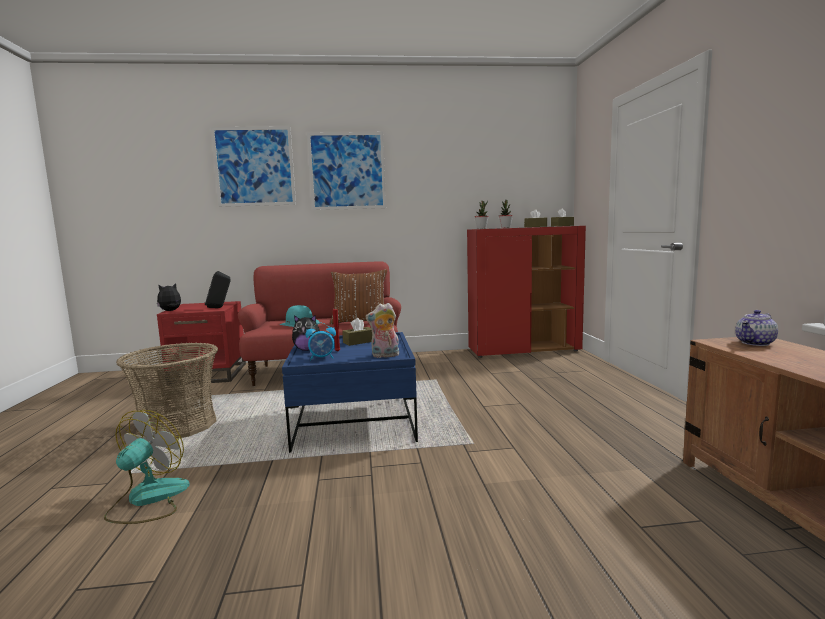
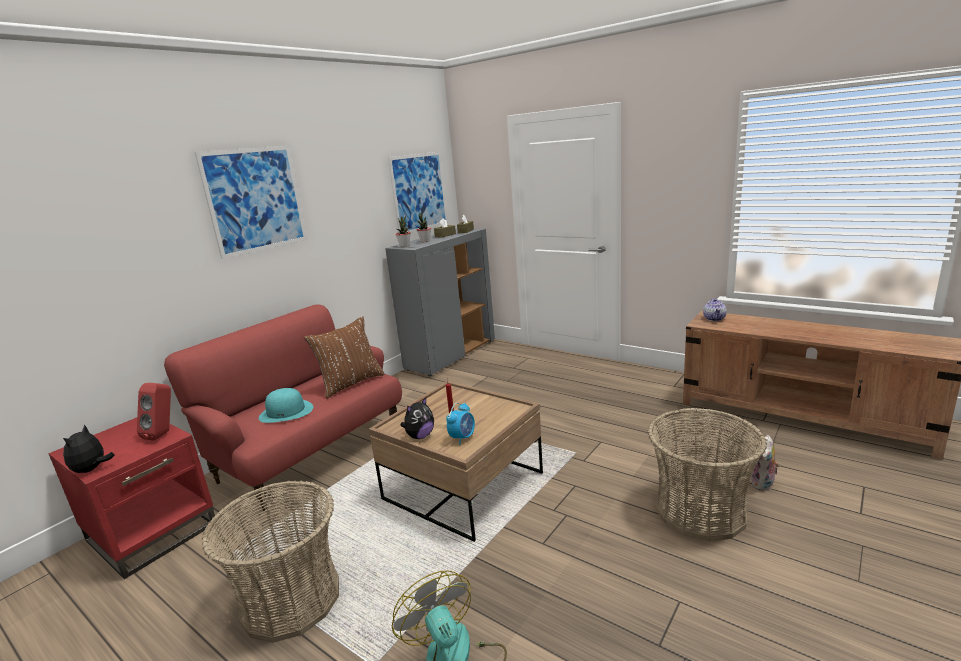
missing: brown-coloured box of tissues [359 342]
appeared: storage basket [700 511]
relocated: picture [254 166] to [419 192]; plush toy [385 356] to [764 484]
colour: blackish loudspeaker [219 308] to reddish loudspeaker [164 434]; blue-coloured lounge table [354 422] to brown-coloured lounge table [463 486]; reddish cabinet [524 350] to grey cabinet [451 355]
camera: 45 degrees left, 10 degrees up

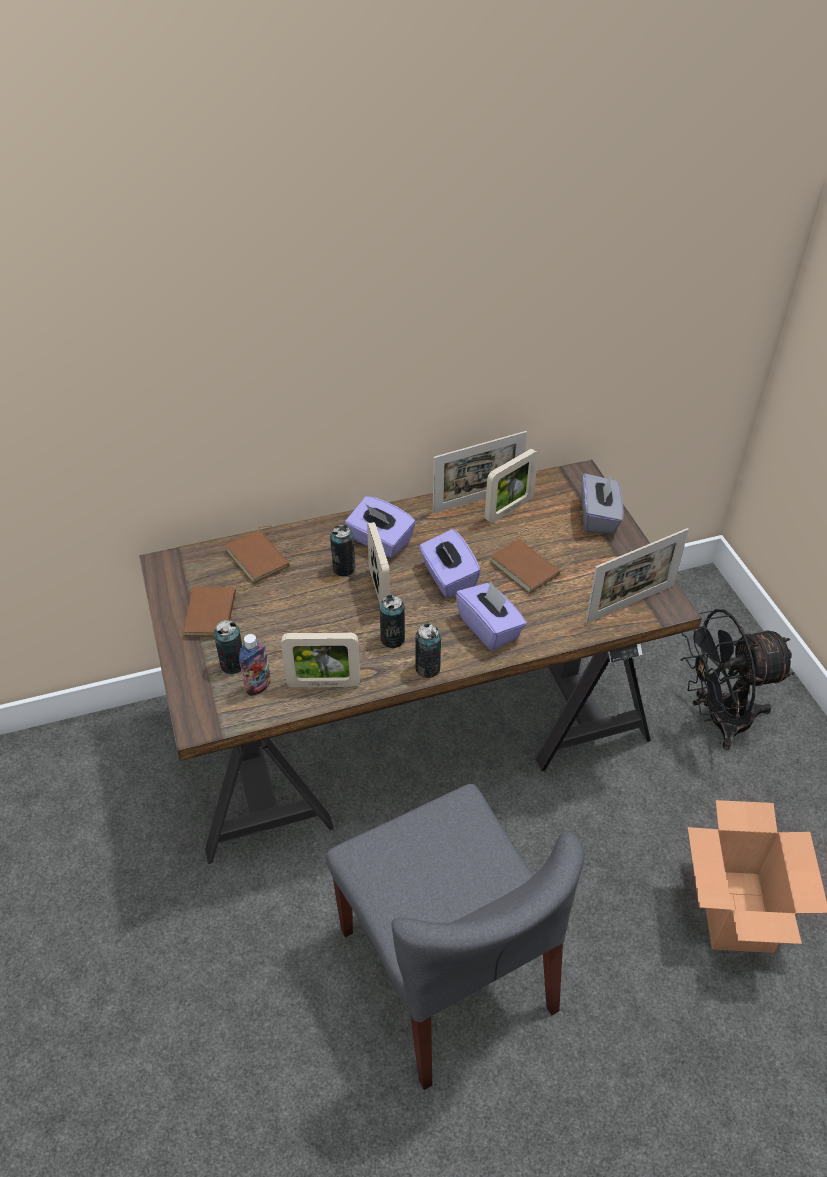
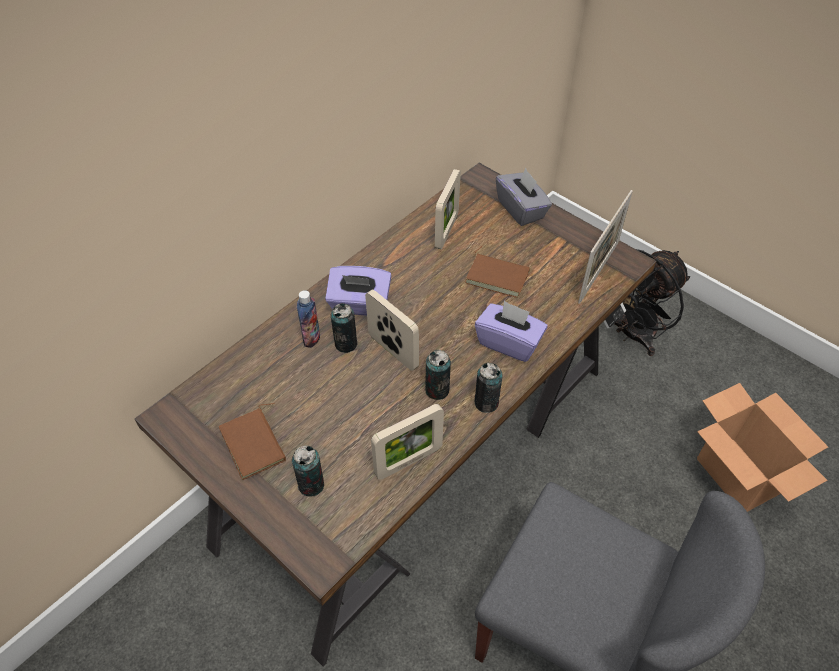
missing: brown-coloured book [259 558]; purplish box of tissues [448 578]; photo frame [477 500]
relocated: bottle [258 686] to [311 338]
camera: 30 degrees left, 5 degrees up

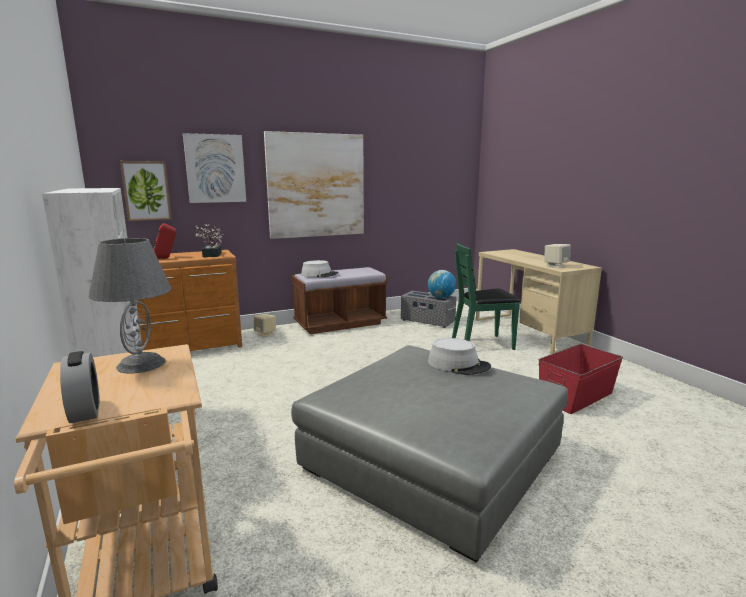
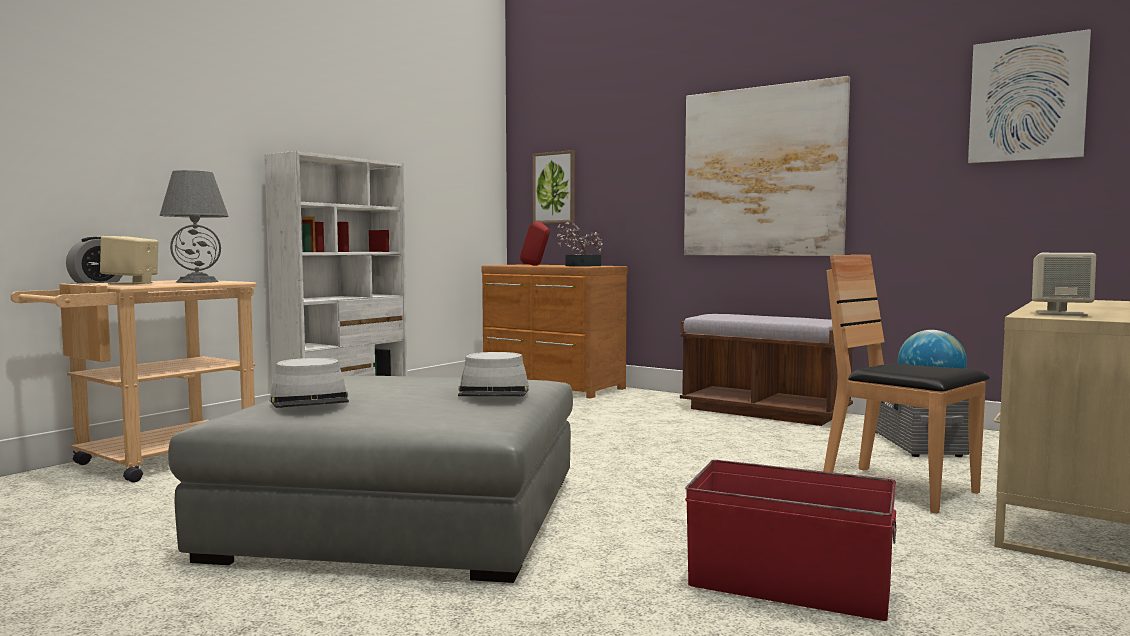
relocated: picture [215 168] to [1027 100]; beige-coloured loudspeaker [265 334] to [131 283]; grey clothing hat [319 274] to [310 401]
colour: green plain chair [482 344] to brown-coloured plain chair [899 489]
camera: 60 degrees right, 10 degrees down

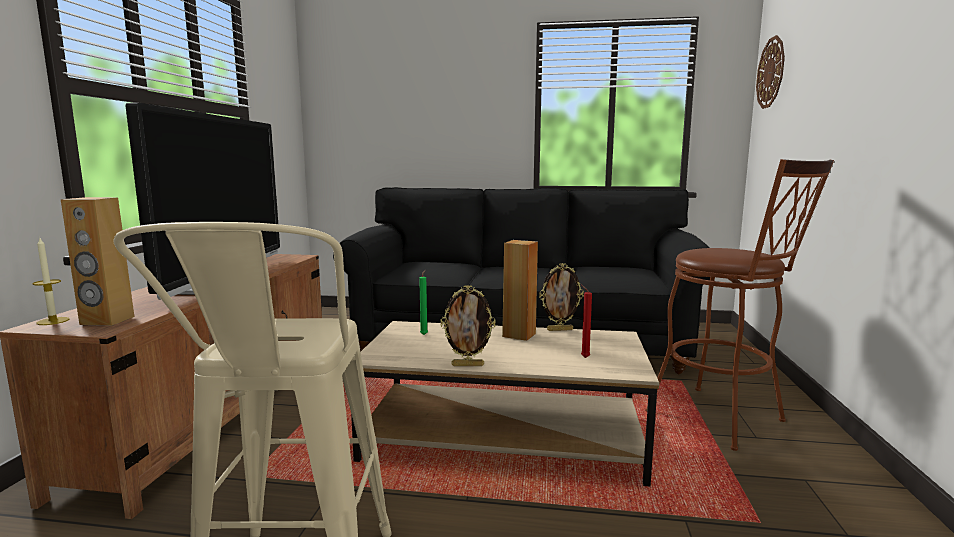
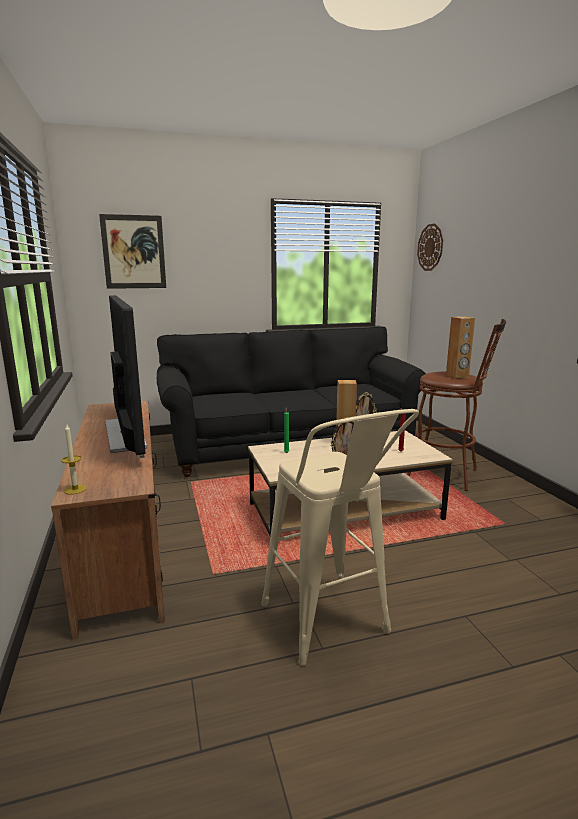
appeared: picture [134 252]
relocated: brown-coloured loudspeaker [107 320] to [457 376]
camera: 25 degrees left, 5 degrees up

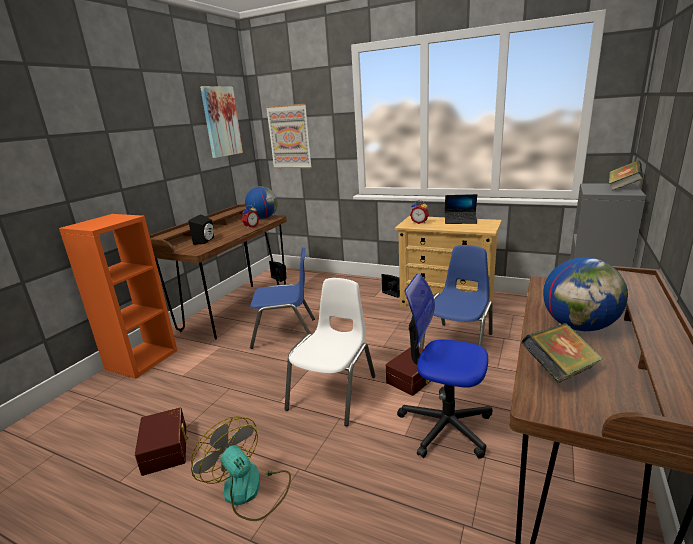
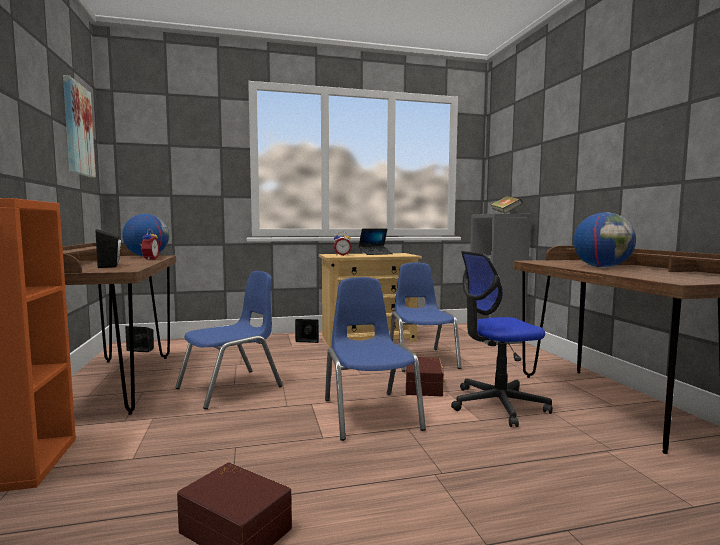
missing: cooling fan [249 491]; picture [289 137]; book [559 371]
colour: white-coloured plain chair [334 392] to blue-coloured plain chair [370 414]
camera: 40 degrees left, 15 degrees down

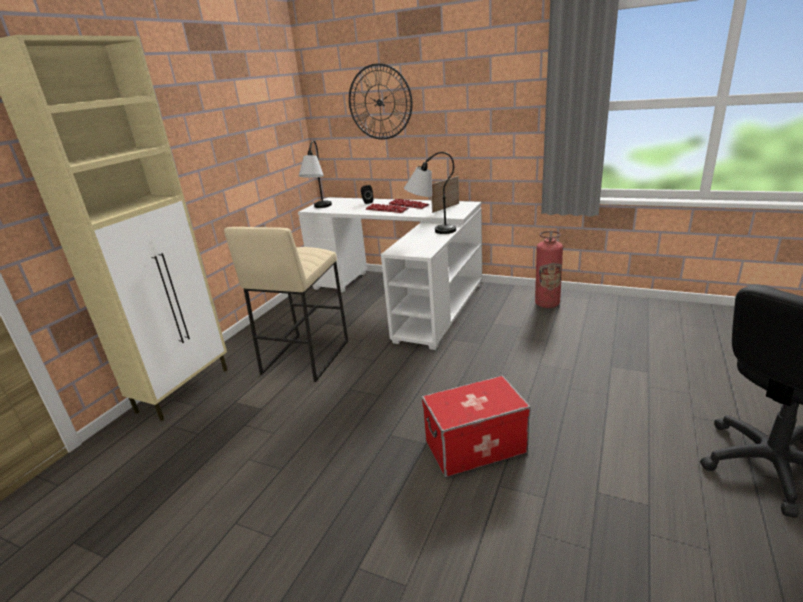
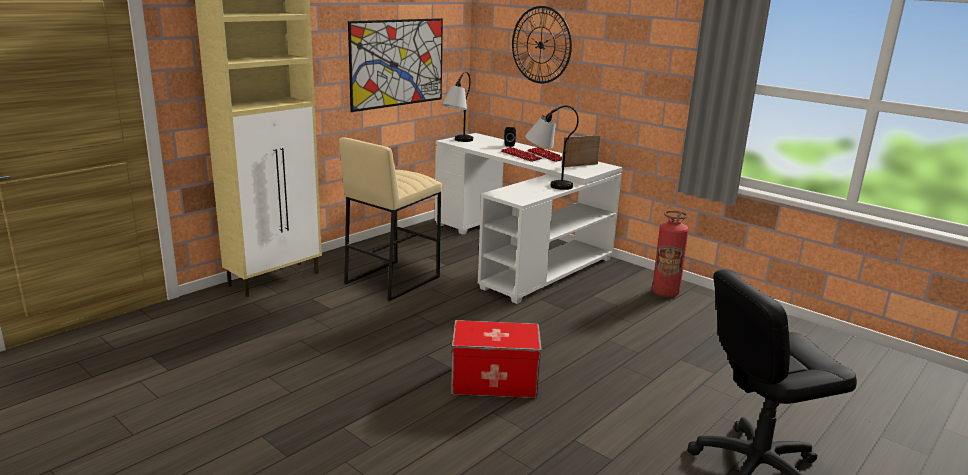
appeared: picture [397 63]
camera: 15 degrees right, 5 degrees down

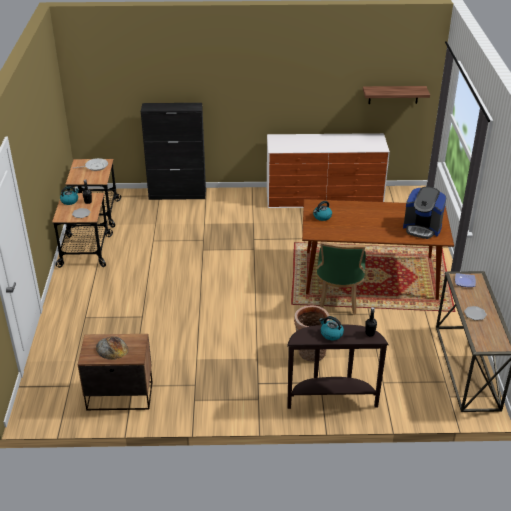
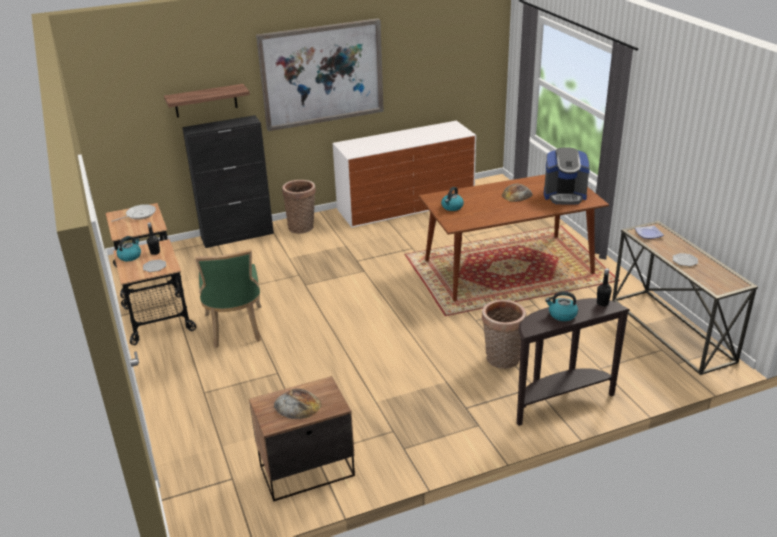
appeared: picture [322 74]; storage basket [302 227]; bread [517 194]
relocated: green plain chair [338 298] to [235 328]; wall shelf [393 94] to [205 100]
camera: 20 degrees left, 5 degrees down

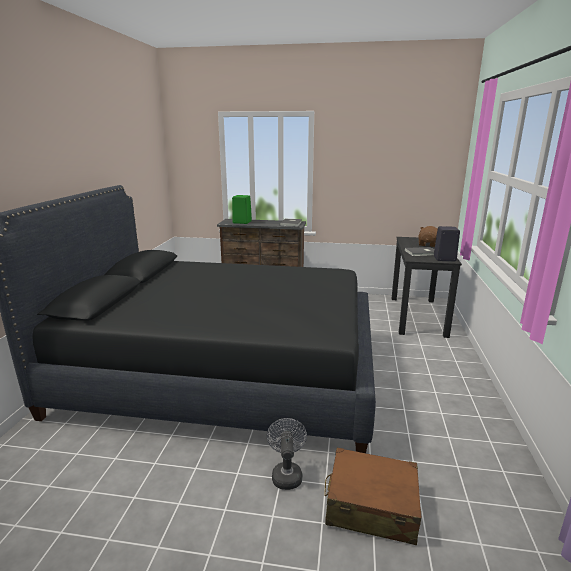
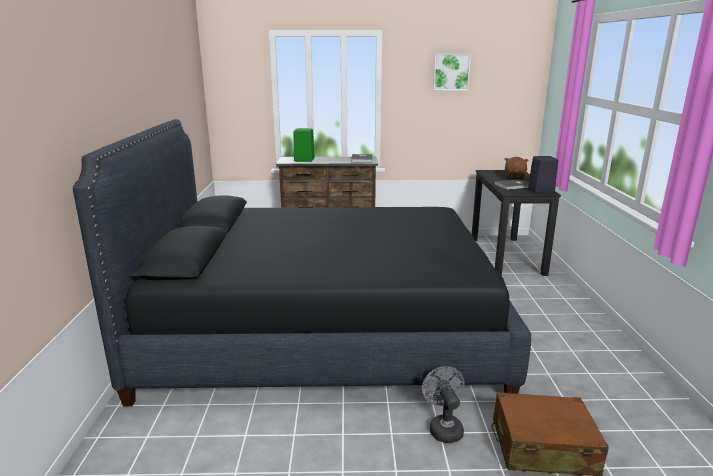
appeared: picture [451 71]
camera: 10 degrees left, 0 degrees up

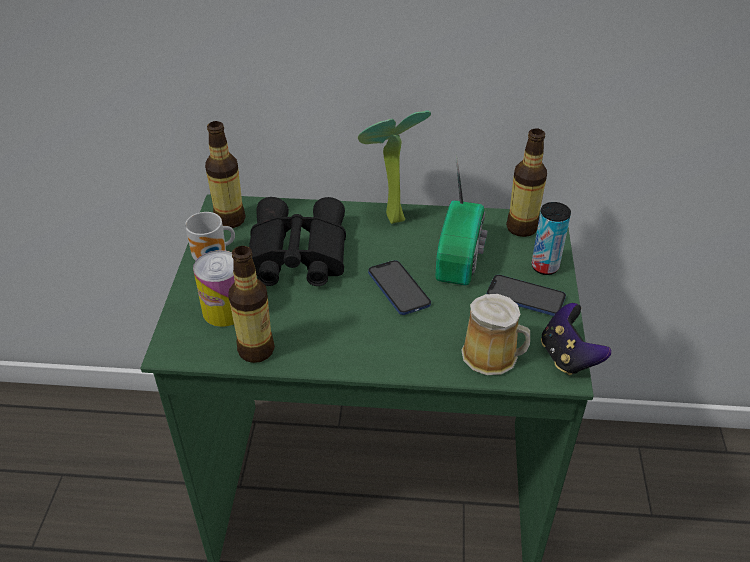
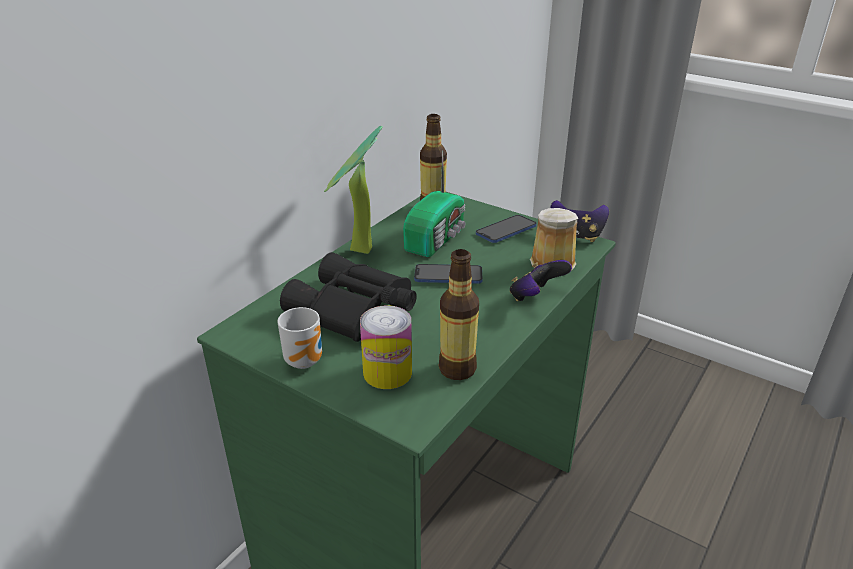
missing: bottle [230 220]; sealed can [545 266]
appeared: game controller [535 297]
spun: radio receiver [461 255] = [437 238] 75 degrees clockwise
camera: 60 degrees left, 10 degrees down

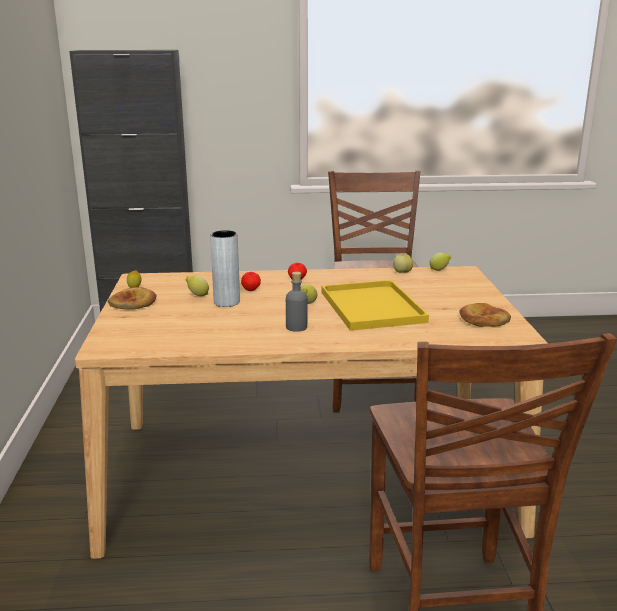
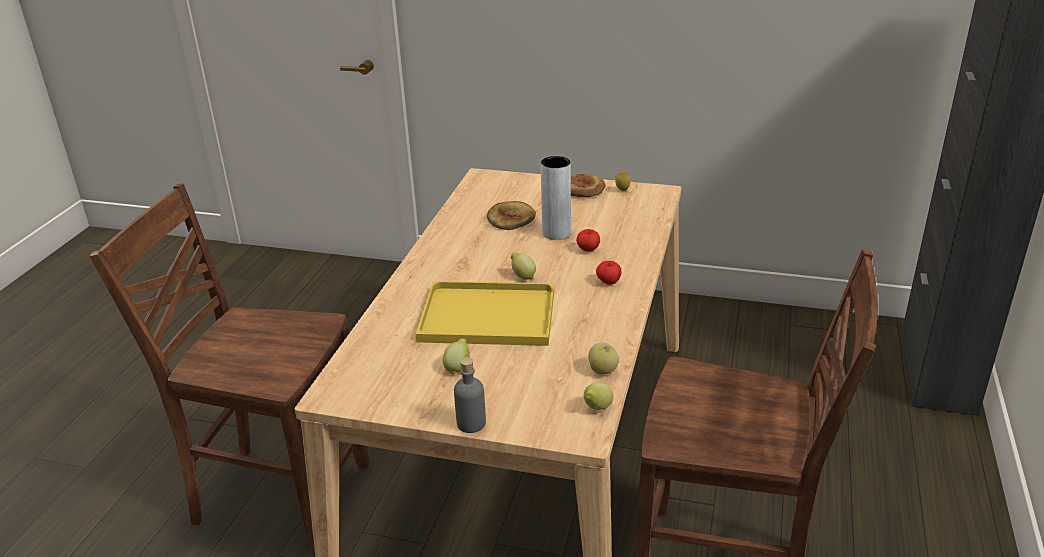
relocated: citrus fruit [197 295] to [458 368]; grey bottle [296 327] to [471 423]; bread [483 319] to [511 219]
camera: 110 degrees right, 10 degrees up

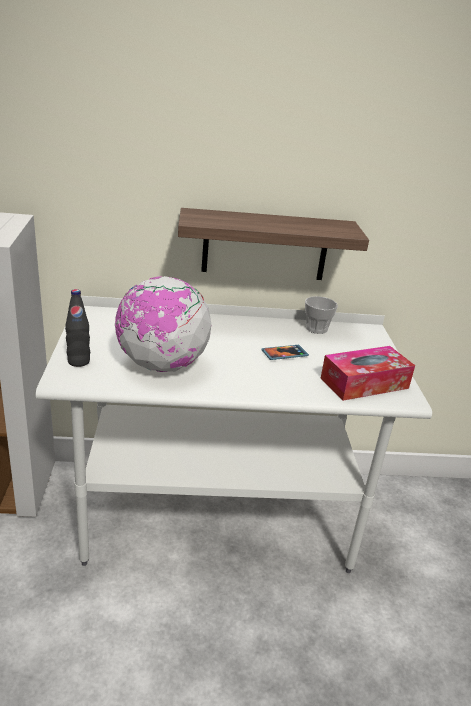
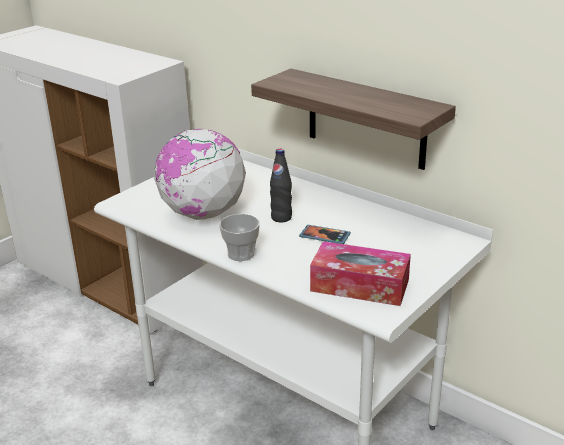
relocated: blackish bottle [78 361] to [281 218]; cup [316 328] to [241 254]
camera: 45 degrees right, 0 degrees up

